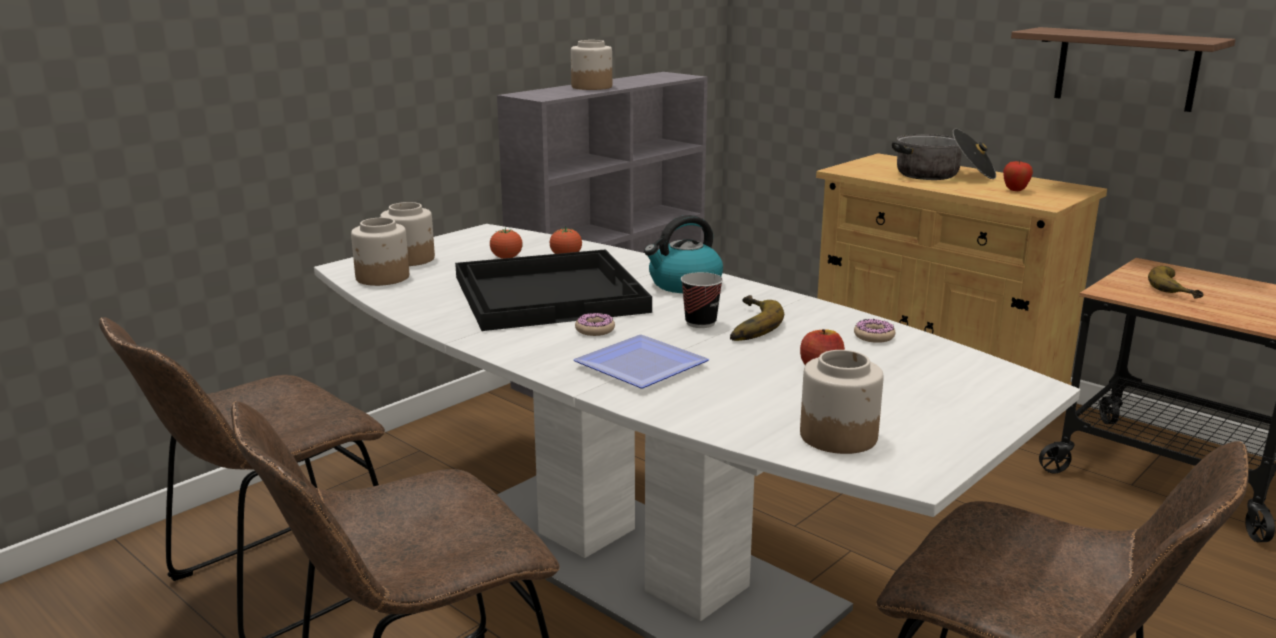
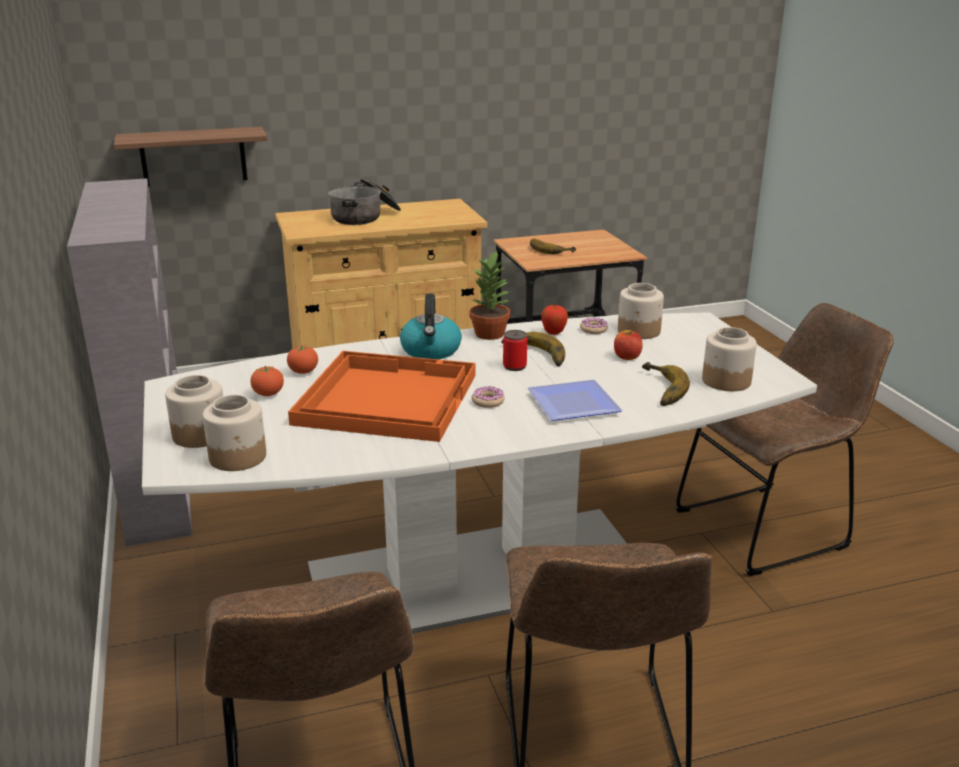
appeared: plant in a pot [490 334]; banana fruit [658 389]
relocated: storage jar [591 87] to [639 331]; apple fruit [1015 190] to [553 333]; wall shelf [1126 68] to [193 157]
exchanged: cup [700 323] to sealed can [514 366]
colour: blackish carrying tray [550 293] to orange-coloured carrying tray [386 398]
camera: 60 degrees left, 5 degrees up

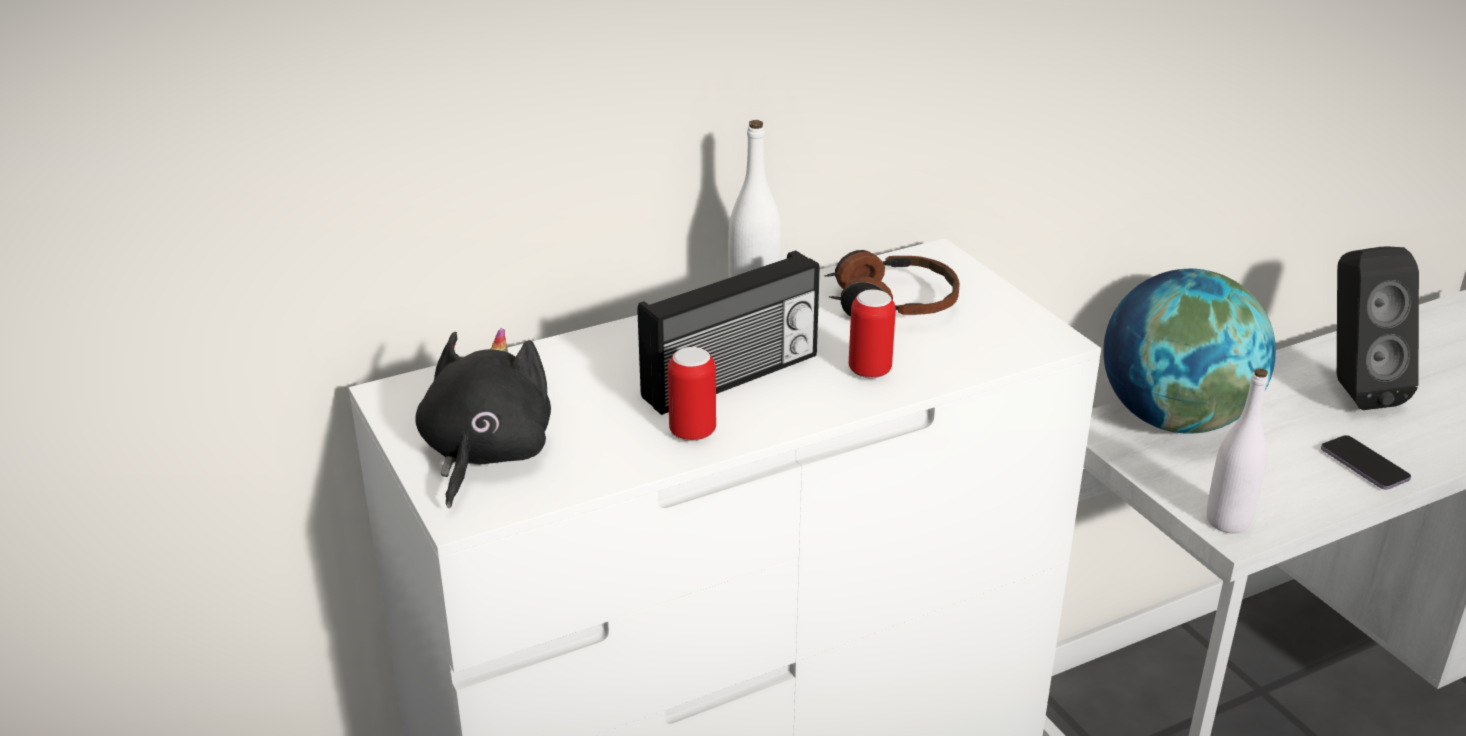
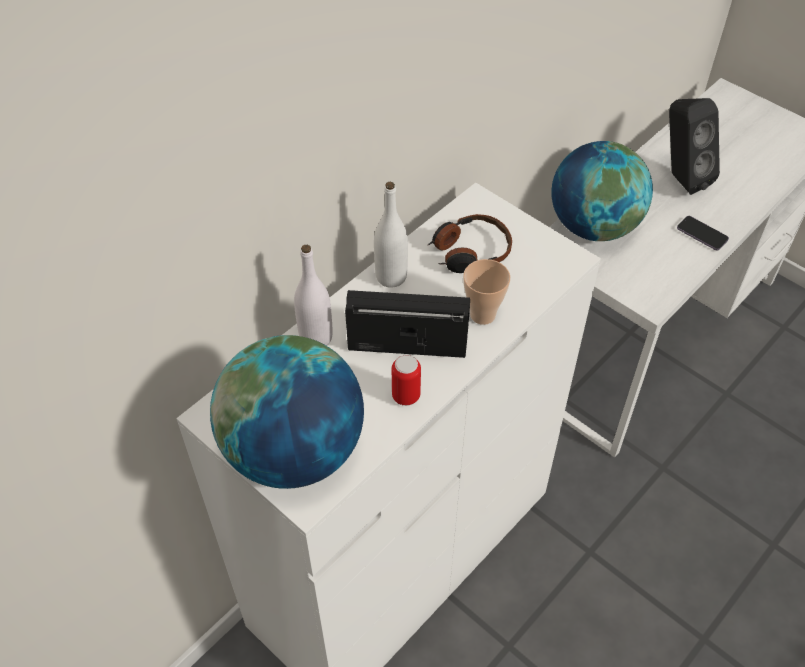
relocated: white-coloured bottle [1228 521] to [316 338]
exchanged: blackish plush toy [484 455] to world globe [294 451]; sealed can [869 371] to cup [482 314]
spun: radio receiver [733 378] = [407 343] 120 degrees counterclockwise
camera: 20 degrees left, 20 degrees up

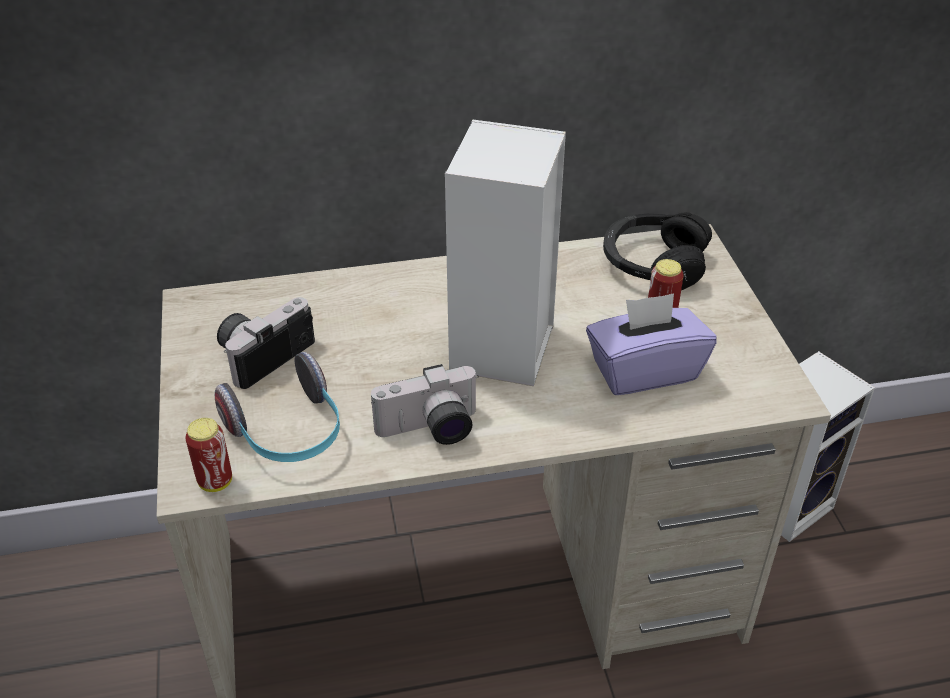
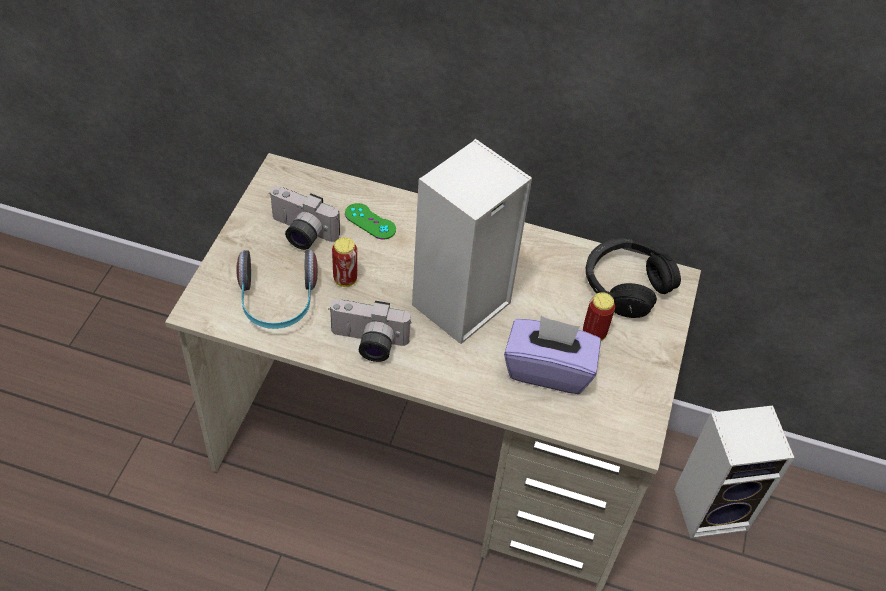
appeared: green game controller [370 221]
relocated: sealed can [215 481] to [345 279]
spun: photo camera [263 353] = [300 233] 135 degrees counterclockwise
camera: 25 degrees right, 10 degrees up

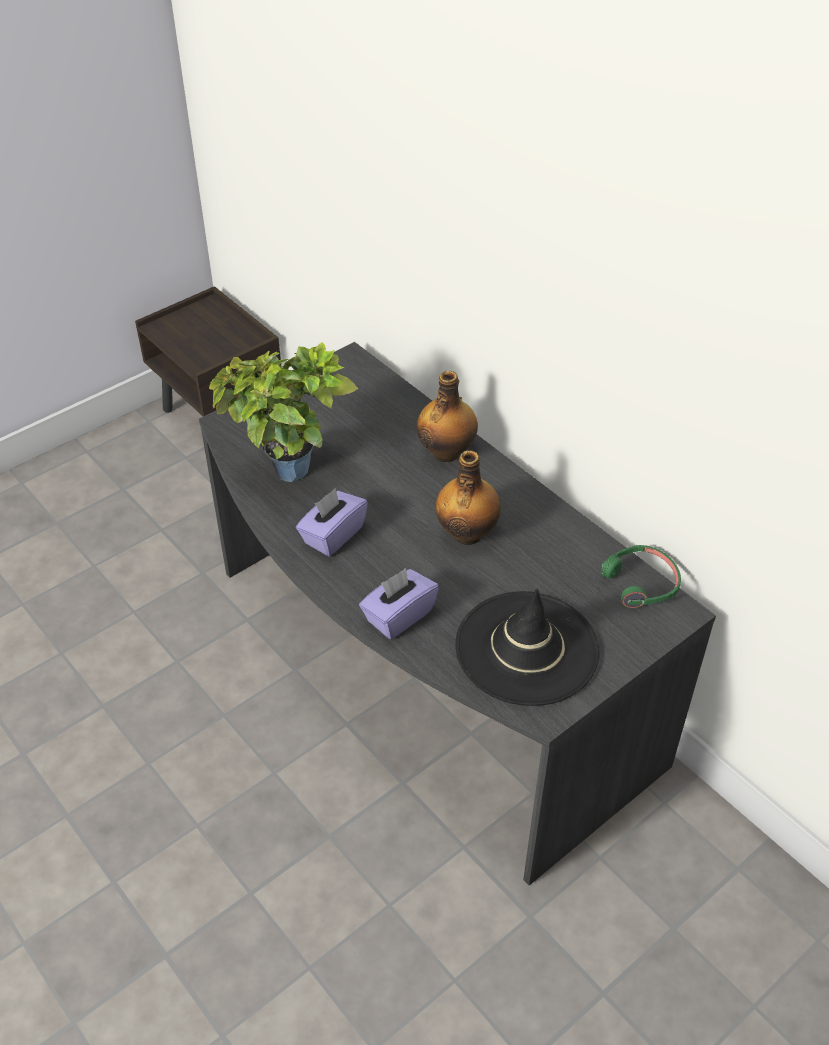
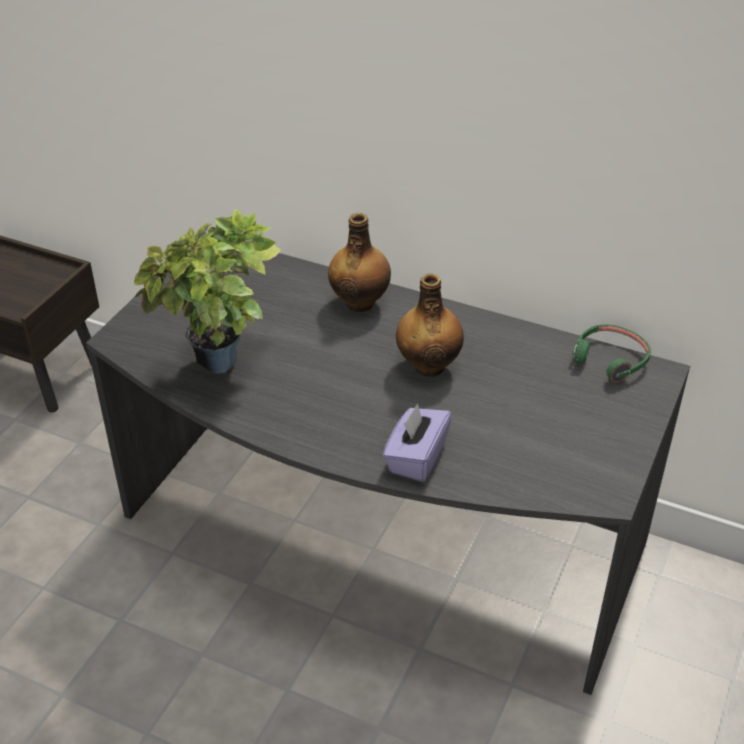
missing: purplish box of tissues [332 535]; blackish clothing hat [526 648]
camera: 25 degrees left, 5 degrees down

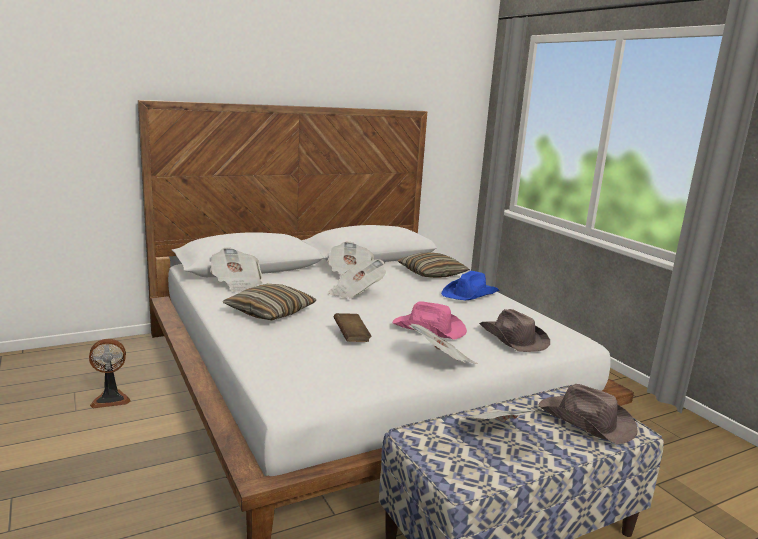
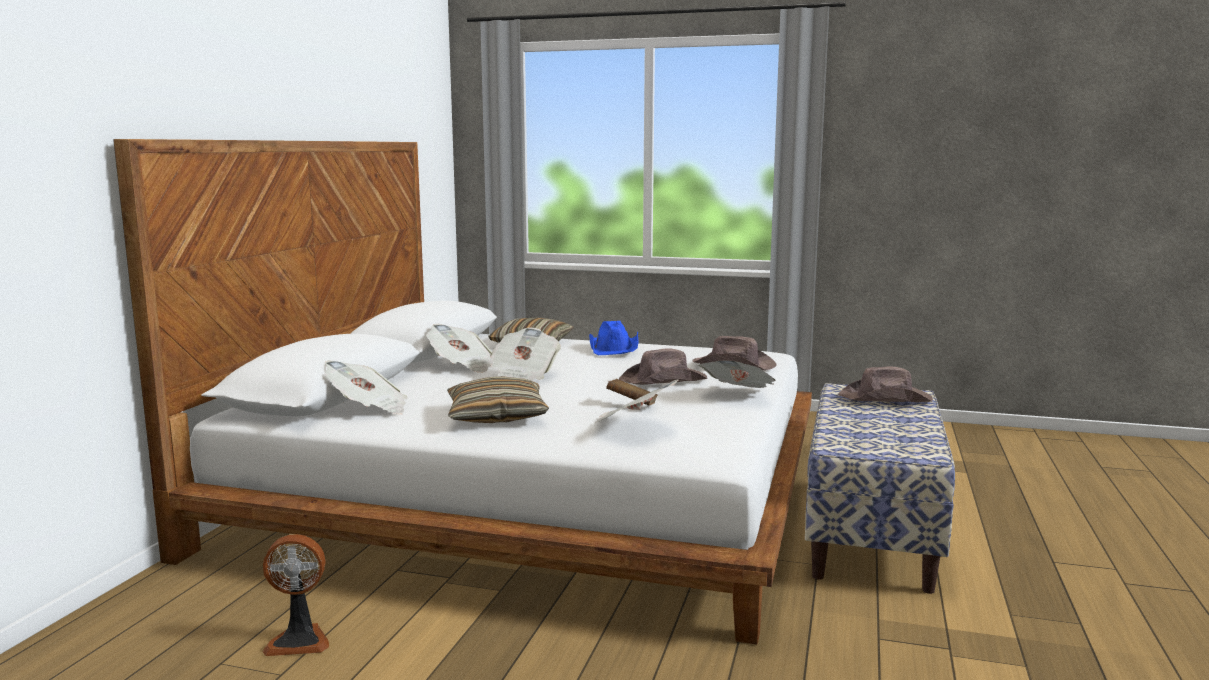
relocated: daily paper [498 433] to [632 426]
colour: pink clothing hat [429 329] to brown-coloured clothing hat [664 380]
spun: cooling fan [111 399] = [299 640] 60 degrees clockwise
camera: 45 degrees left, 5 degrees down

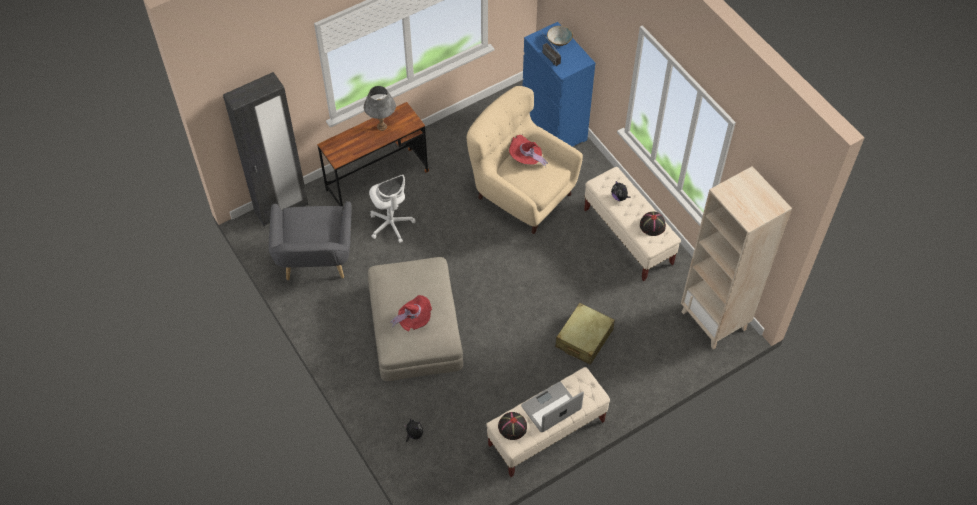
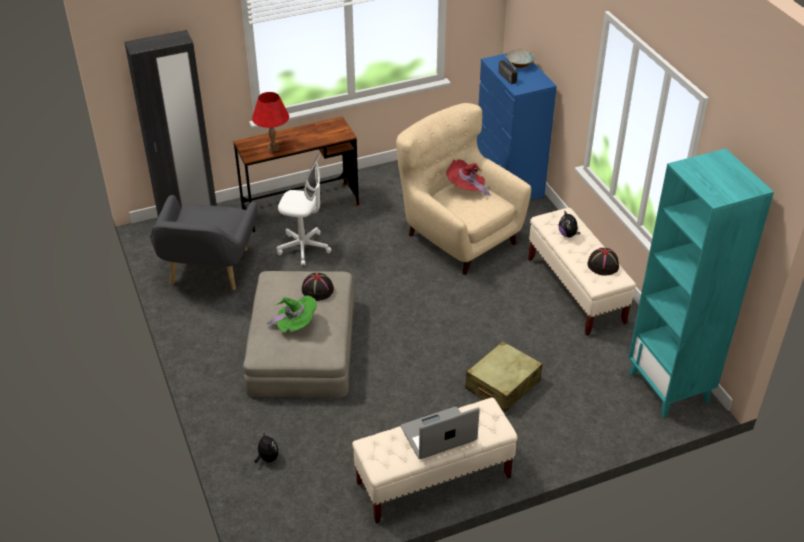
missing: grey lamp for a table [382 126]
appeared: reddish lamp for a table [273 147]
relocated: blackish clothing hat [512 426] to [317 290]
colour: reddish clothing hat [414 320] to green clothing hat [296 325]; beige-coloured shelving unit [714 320] to turquoise shelving unit [669 387]
spun: white-coloured office chair [391 225] = [304 248] 60 degrees counterclockwise
camera: 10 degrees right, 15 degrees down

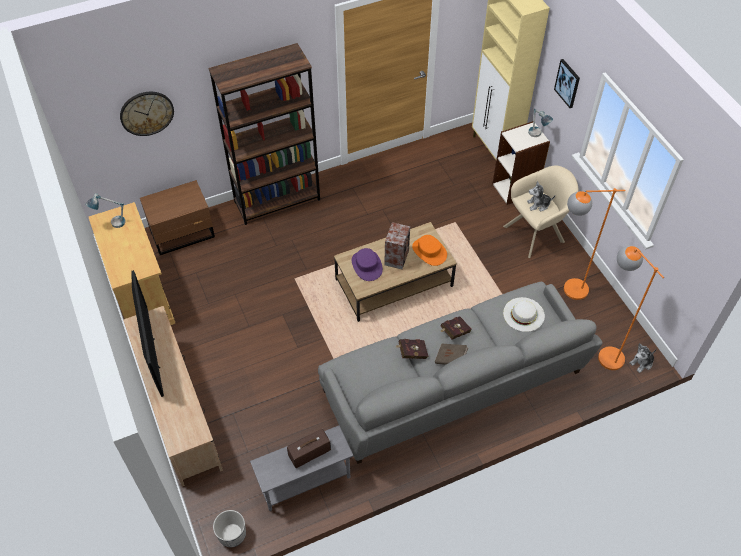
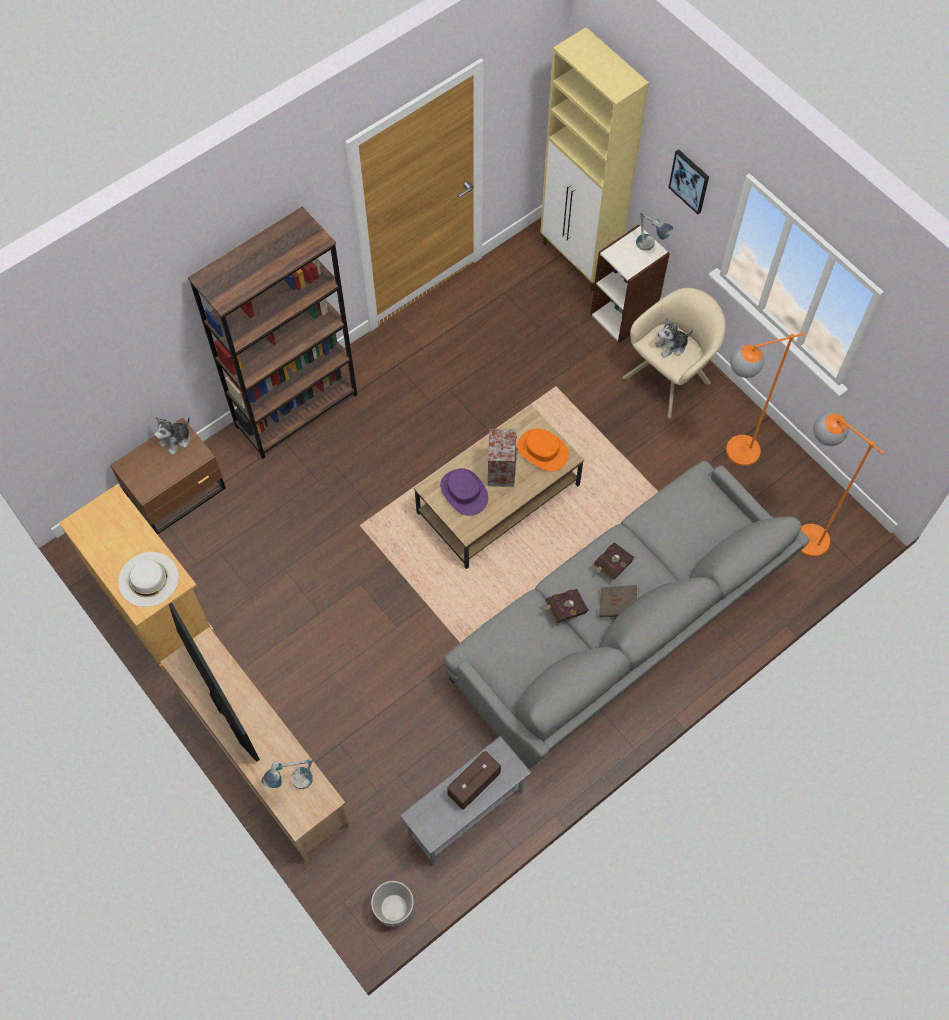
missing: clock on the wall [146 113]
relocated: lamp for a table [112 224] to [293 784]; white-coloured clothing hat [523 314] to [148 579]; plush toy [642 363] to [176 440]
camera: 15 degrees left, 10 degrees up

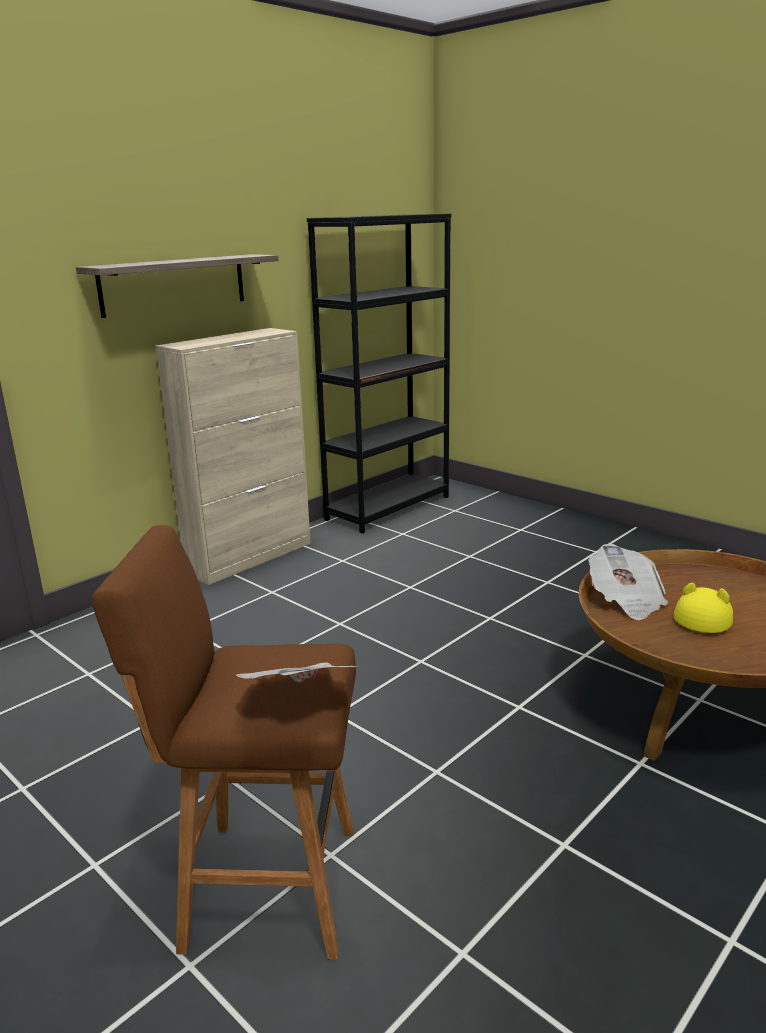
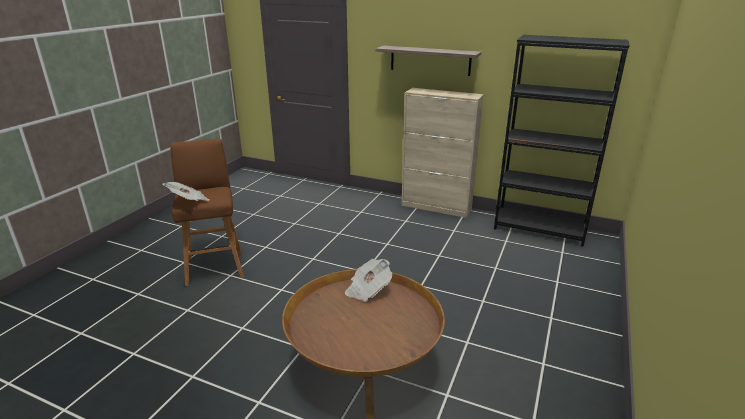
missing: yellow clothing hat [703 616]
camera: 70 degrees right, 5 degrees up

